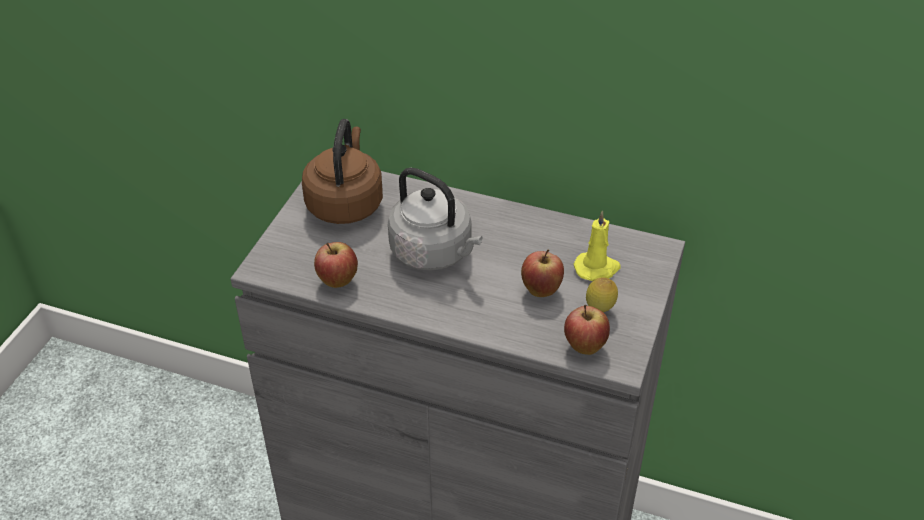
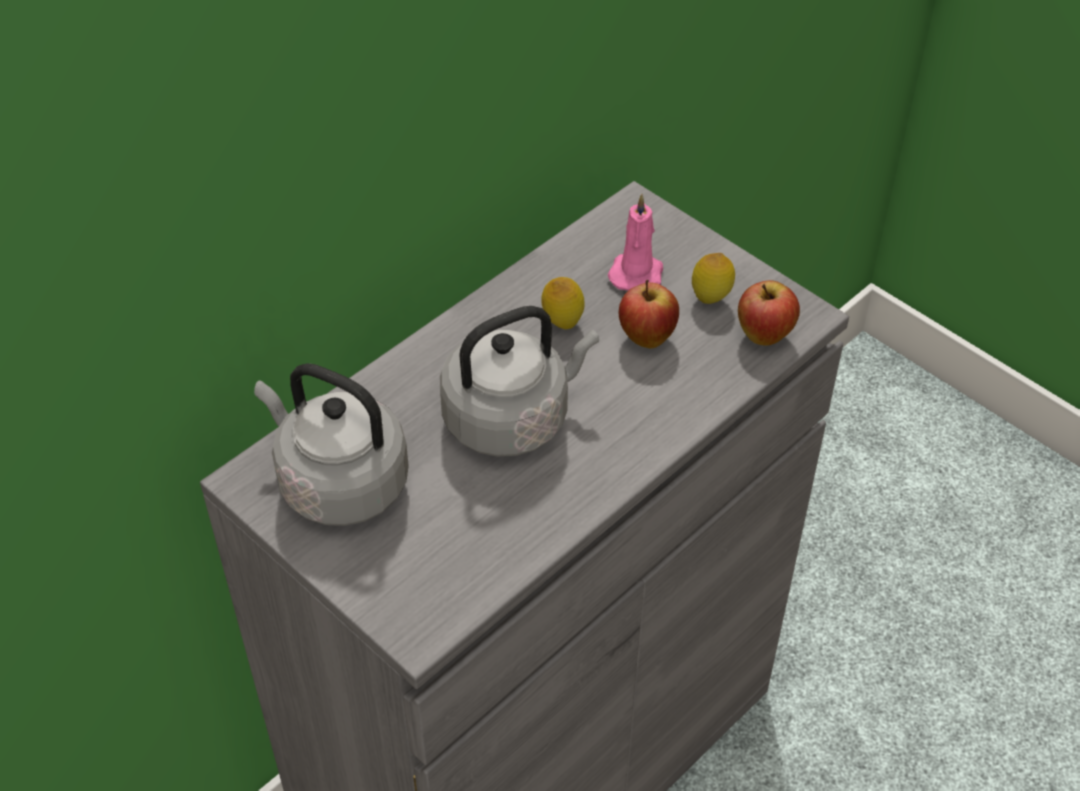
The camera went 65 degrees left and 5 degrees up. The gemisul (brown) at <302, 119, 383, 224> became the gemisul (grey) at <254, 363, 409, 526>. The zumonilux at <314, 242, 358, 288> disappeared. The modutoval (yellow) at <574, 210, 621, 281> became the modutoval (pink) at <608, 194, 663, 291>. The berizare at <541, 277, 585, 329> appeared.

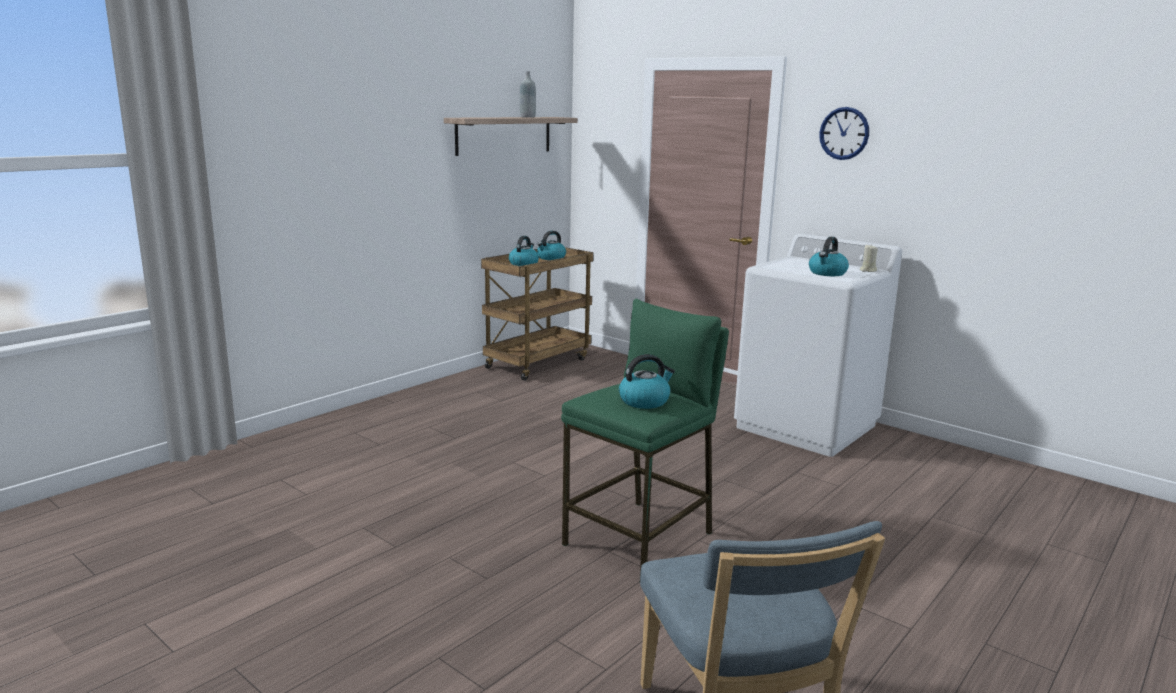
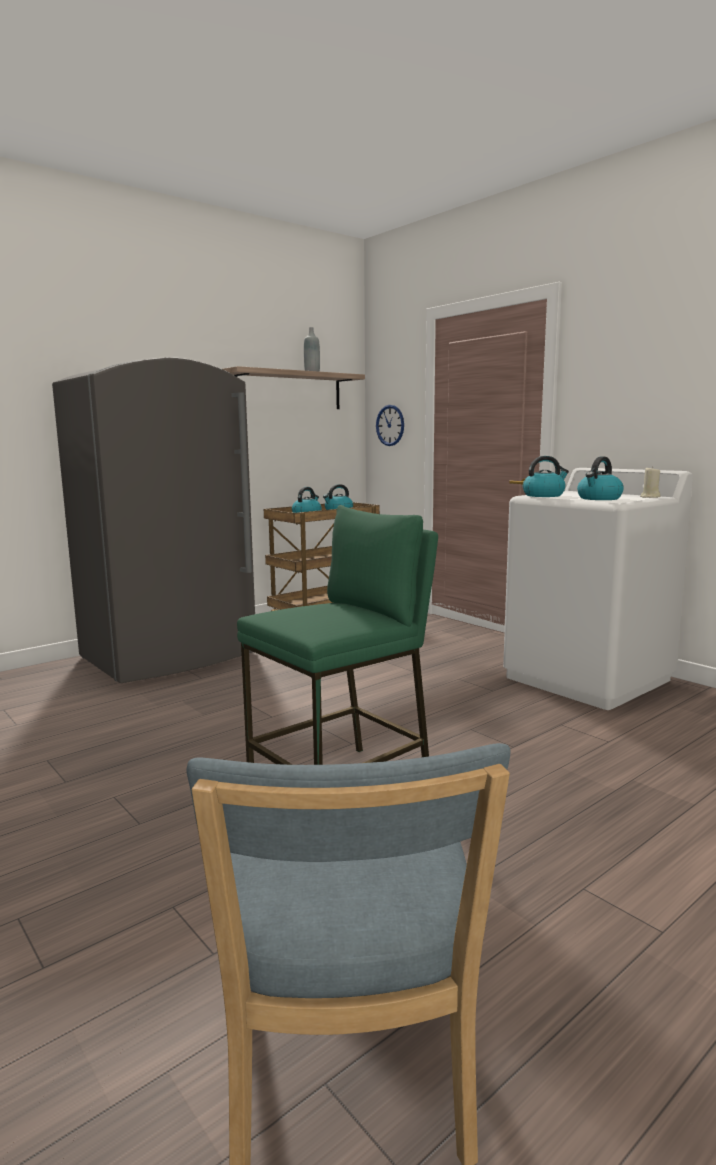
The camera went 10 degrees right and 5 degrees down. The gemisul moved from <619, 354, 675, 409> to <523, 456, 569, 497>. The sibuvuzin moved from <819, 107, 869, 160> to <376, 405, 404, 446>. The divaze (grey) at <52, 357, 255, 683> appeared.

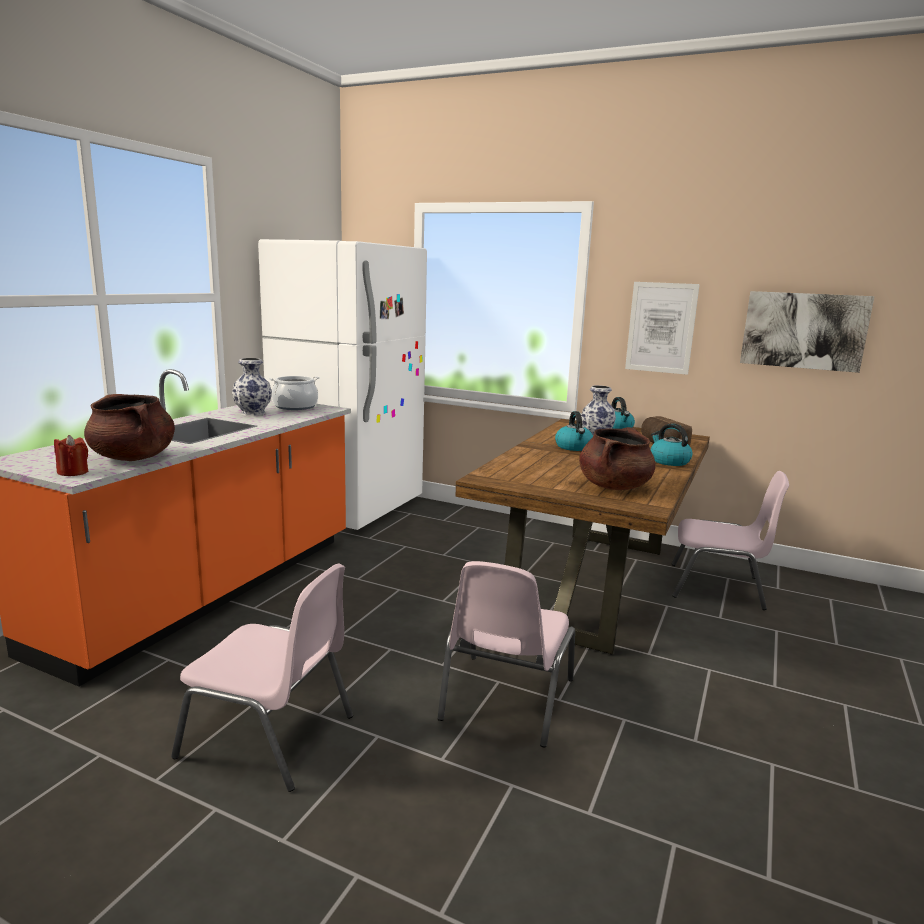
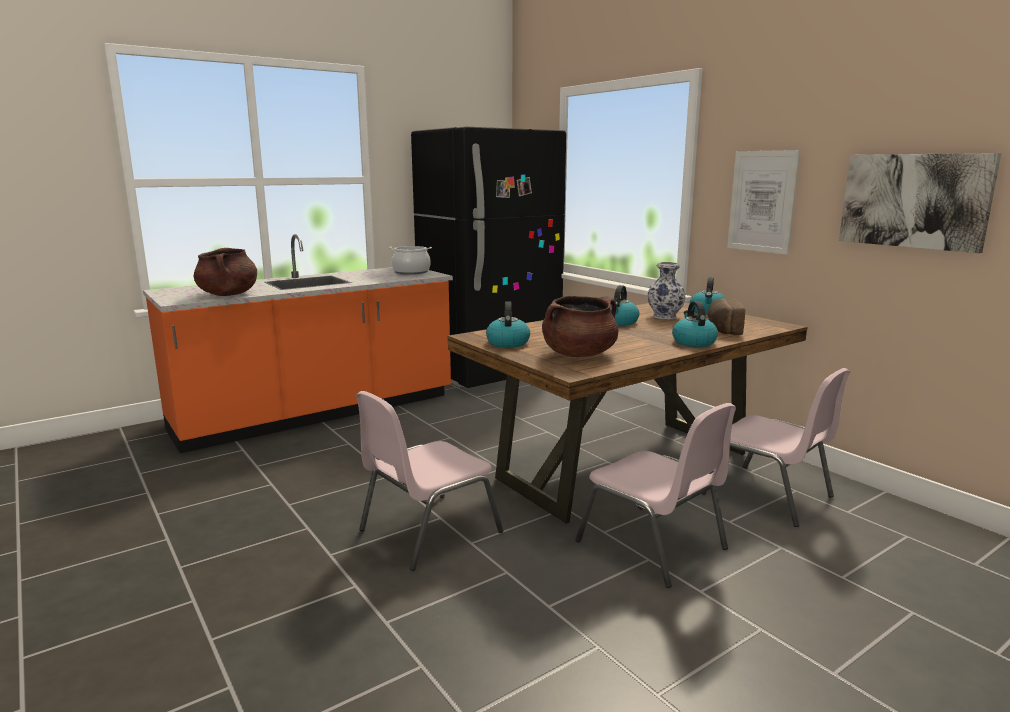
The camera went 30 degrees right and 0 degrees up. The modutoval (red) at <54, 435, 88, 476> disappeared. The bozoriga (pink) moved from <171, 564, 353, 792> to <576, 403, 736, 588>. The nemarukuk at <232, 358, 272, 416> disappeared. The divaze (white) at <258, 239, 427, 530> became the divaze (black) at <411, 127, 566, 388>. The gemisul at <486, 302, 530, 348> appeared.

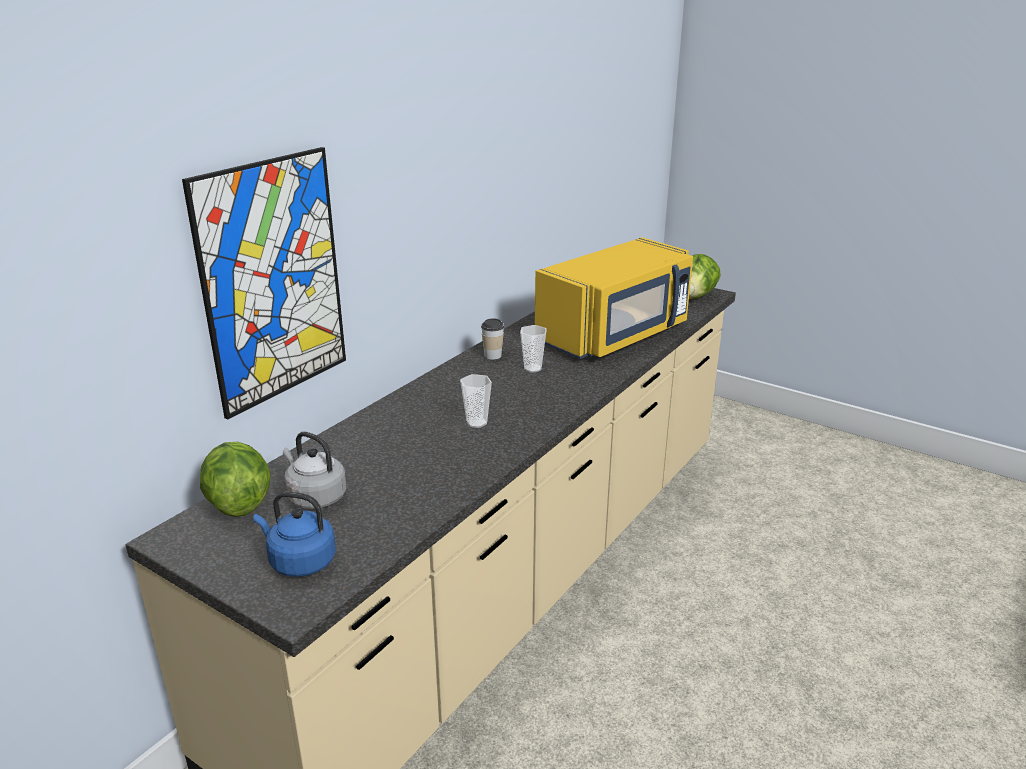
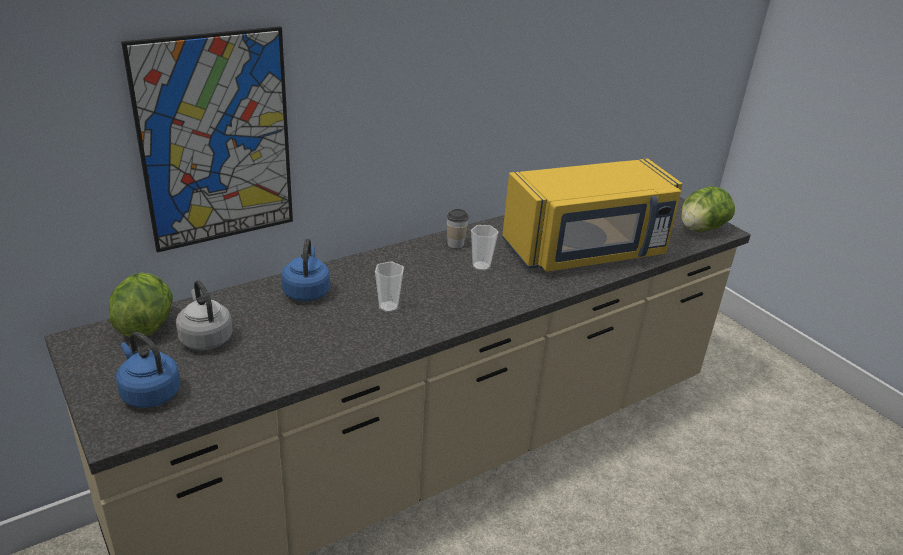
The camera went 20 degrees right and 5 degrees up. The gemisul (blue) at <281, 238, 330, 301> appeared.

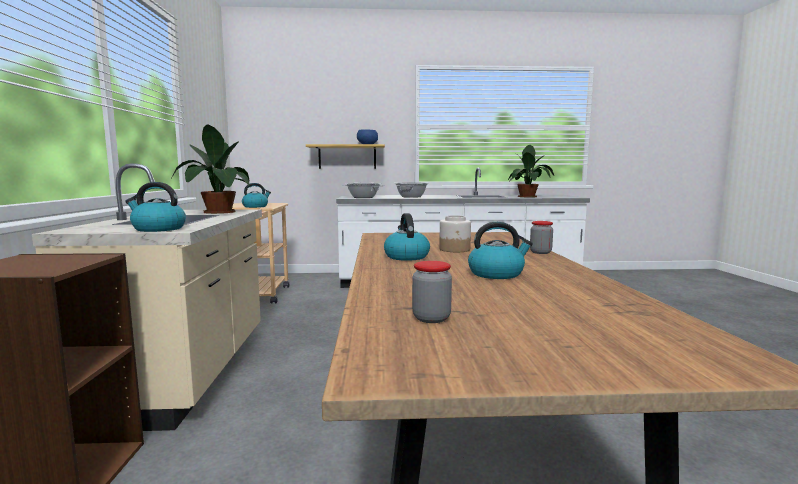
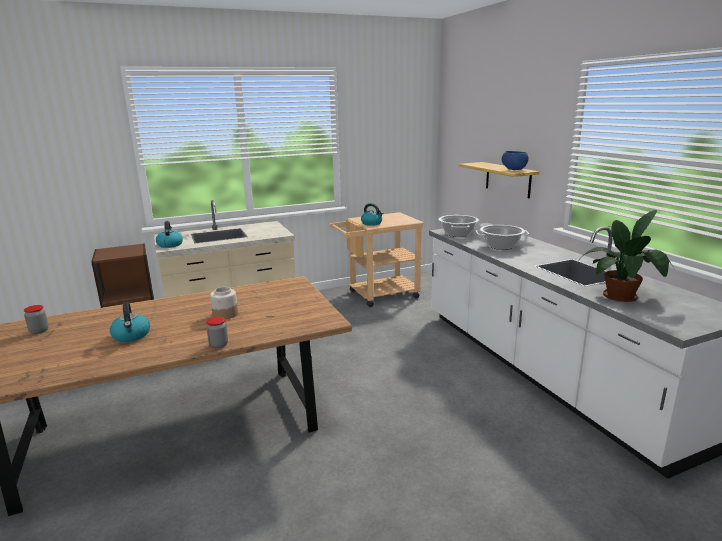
The camera went 70 degrees right and 10 degrees up. The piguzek at <171, 125, 251, 214> disappeared. The gemisul at <384, 213, 430, 261> disappeared.

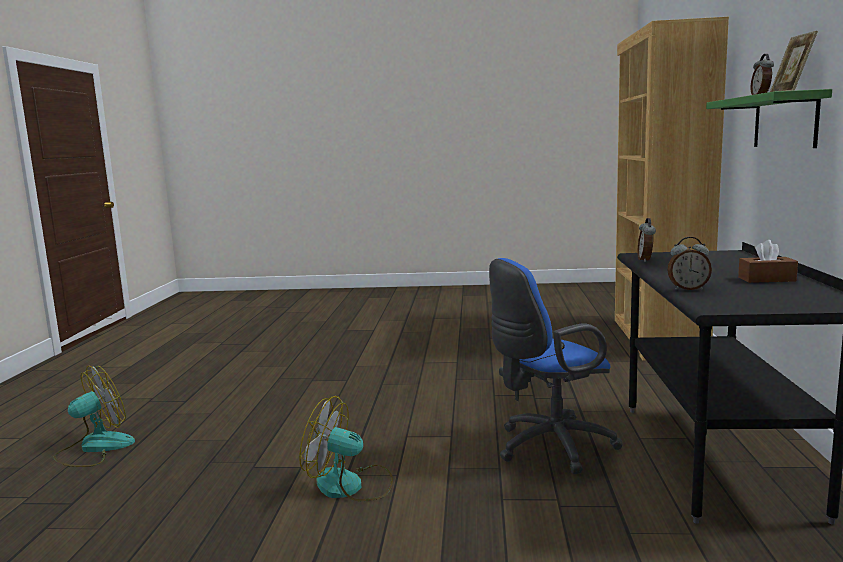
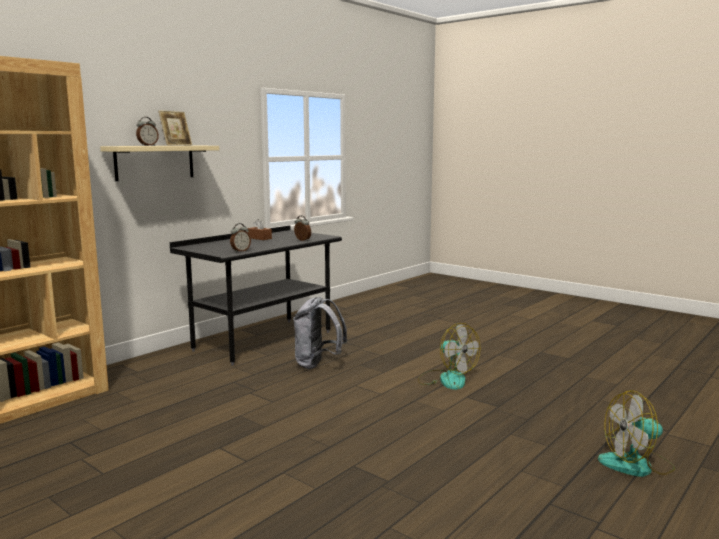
The camera went 145 degrees left and 0 degrees up. The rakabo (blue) at <489, 258, 623, 474> was replaced by the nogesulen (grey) at <293, 297, 348, 369>. The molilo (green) at <706, 89, 832, 148> became the molilo (beige) at <100, 146, 219, 181>.

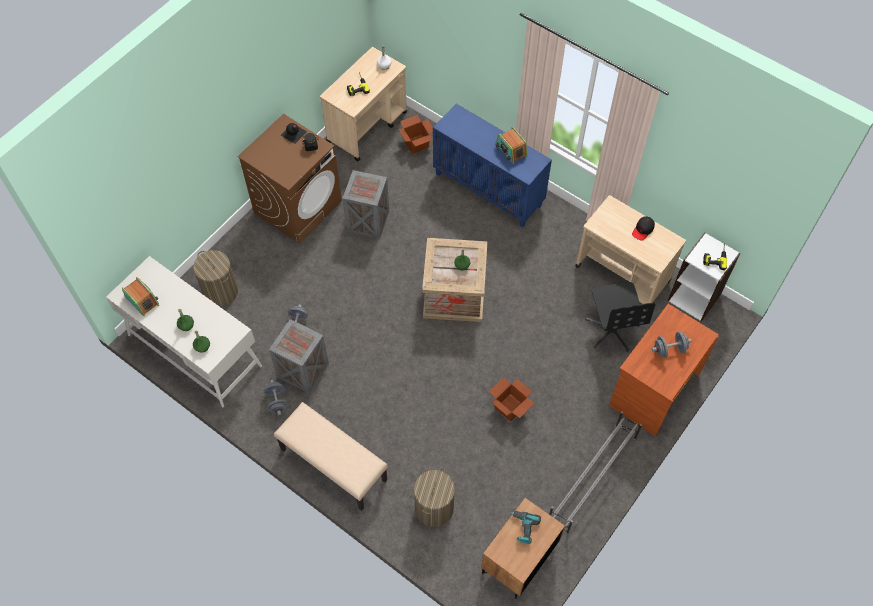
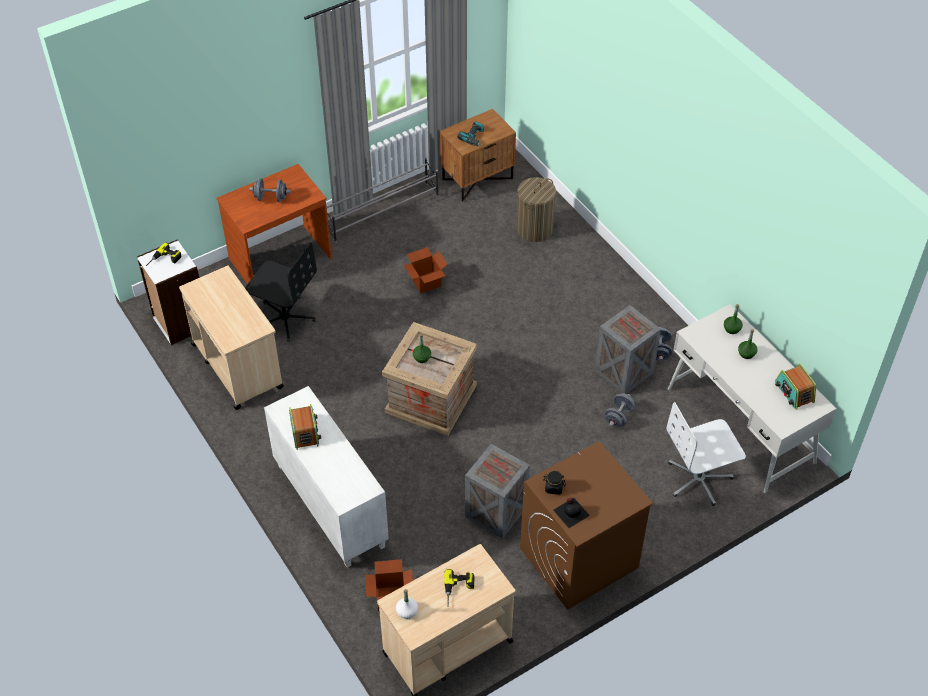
The camera went 160 degrees left and 10 degrees down. The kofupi at <193, 250, 238, 307> was replaced by the rakabo (white) at <667, 402, 746, 506>. The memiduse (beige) at <274, 402, 388, 511> disappeared. The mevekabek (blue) at <433, 104, 552, 227> became the mevekabek (white) at <264, 386, 389, 568>. The rakabo (black) at <585, 282, 655, 352> turned 105 degrees clockwise. The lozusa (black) at <632, 216, 655, 241> disappeared.

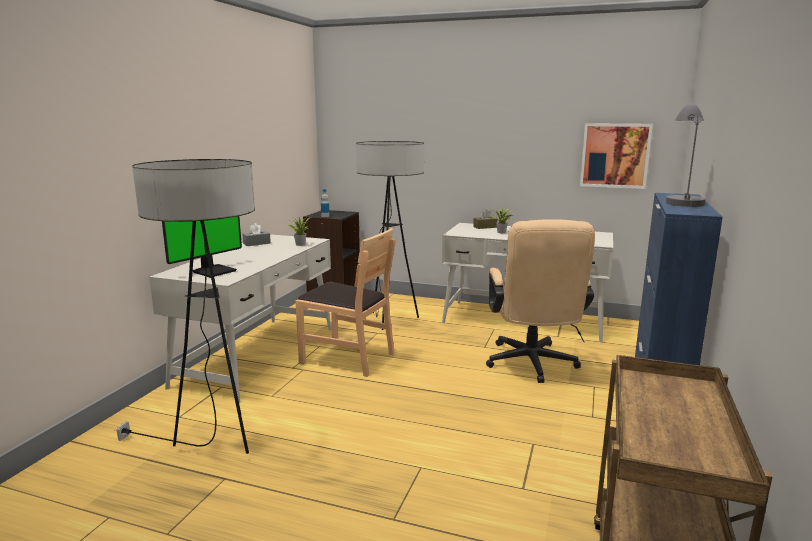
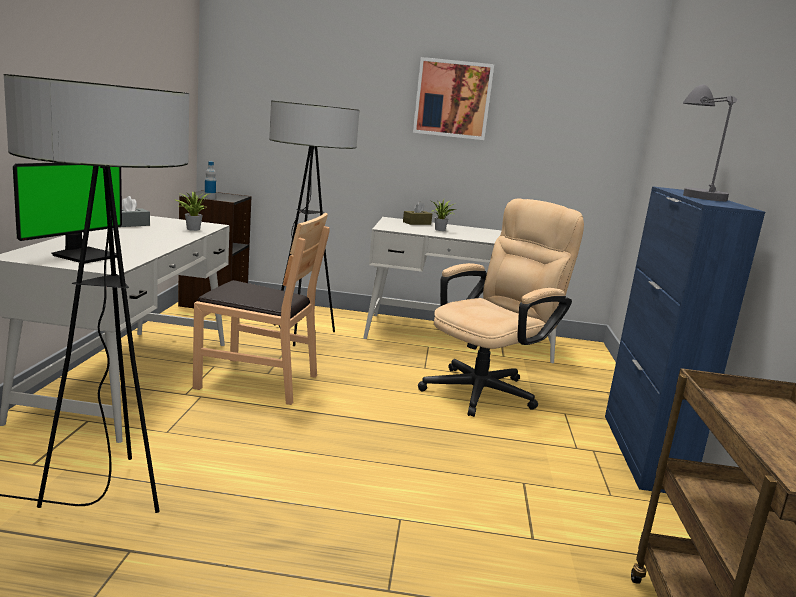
The camera went 15 degrees left and 0 degrees up. The rakabo (beige) at <486, 219, 595, 383> turned 120 degrees counterclockwise. The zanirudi moved from <580, 123, 653, 189> to <413, 57, 494, 140>.

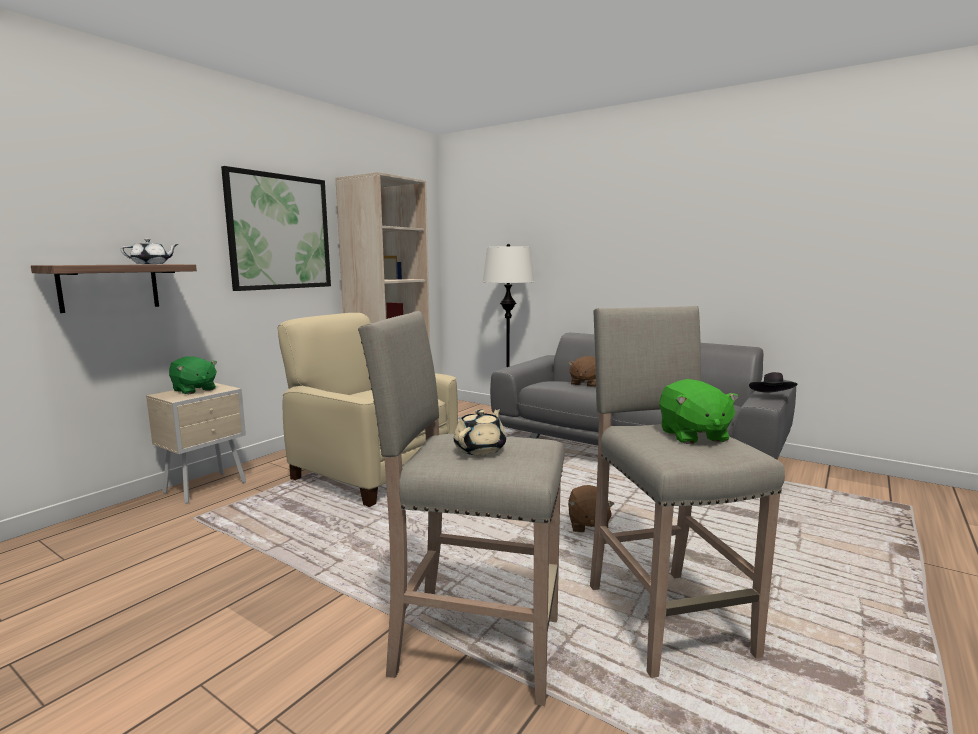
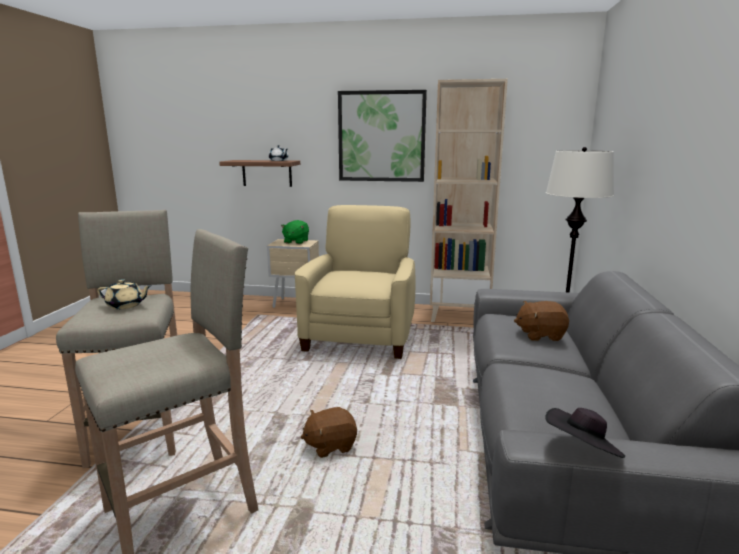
The camera went 65 degrees right and 5 degrees up. The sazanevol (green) at <659, 379, 739, 444> disappeared.

